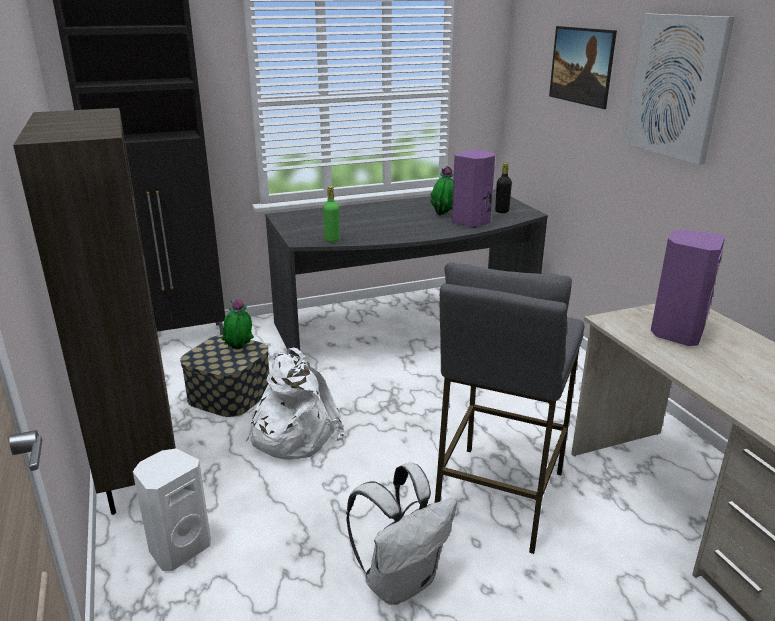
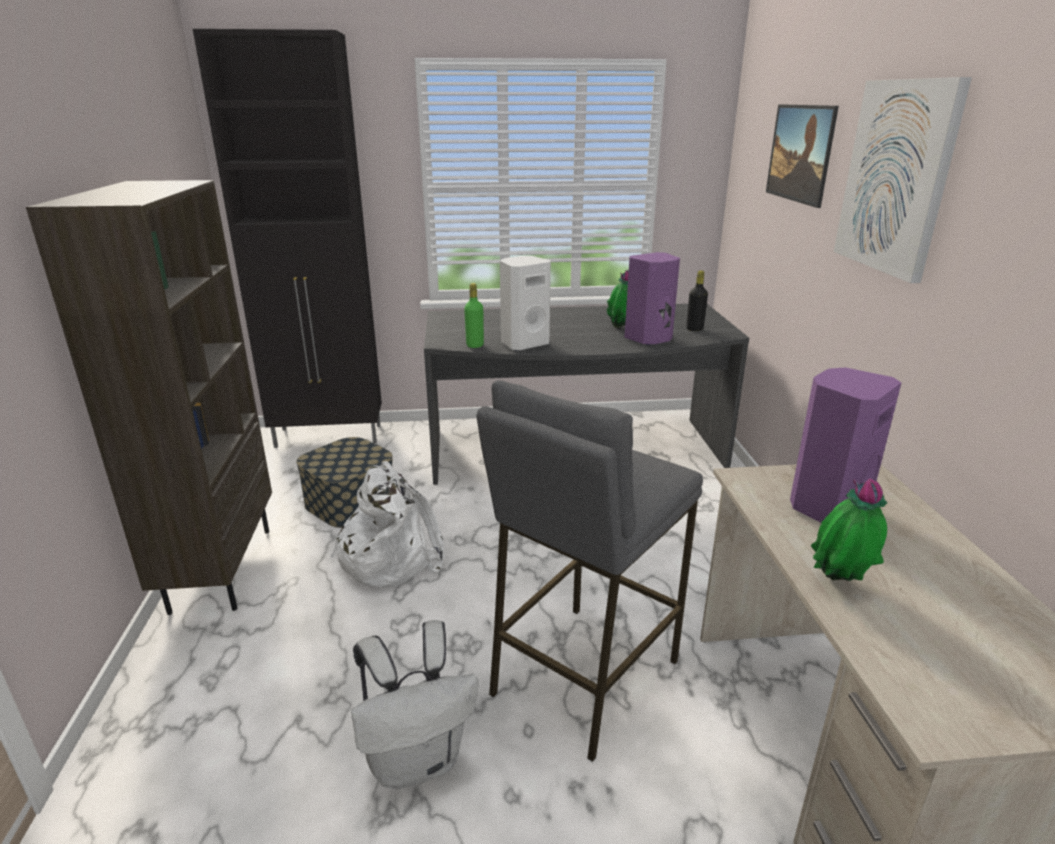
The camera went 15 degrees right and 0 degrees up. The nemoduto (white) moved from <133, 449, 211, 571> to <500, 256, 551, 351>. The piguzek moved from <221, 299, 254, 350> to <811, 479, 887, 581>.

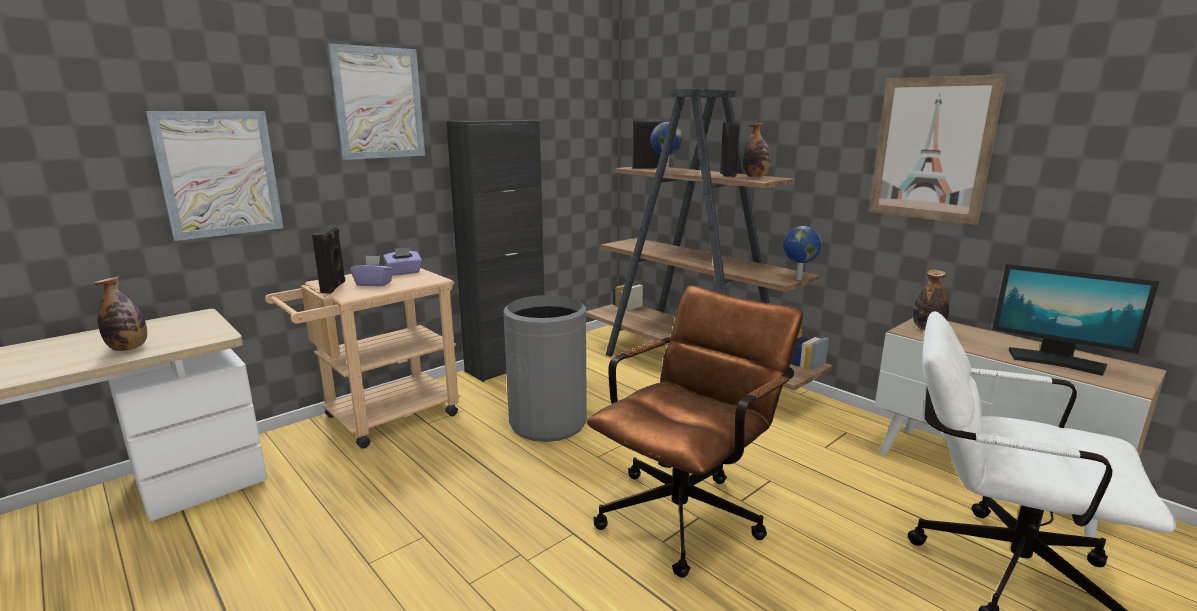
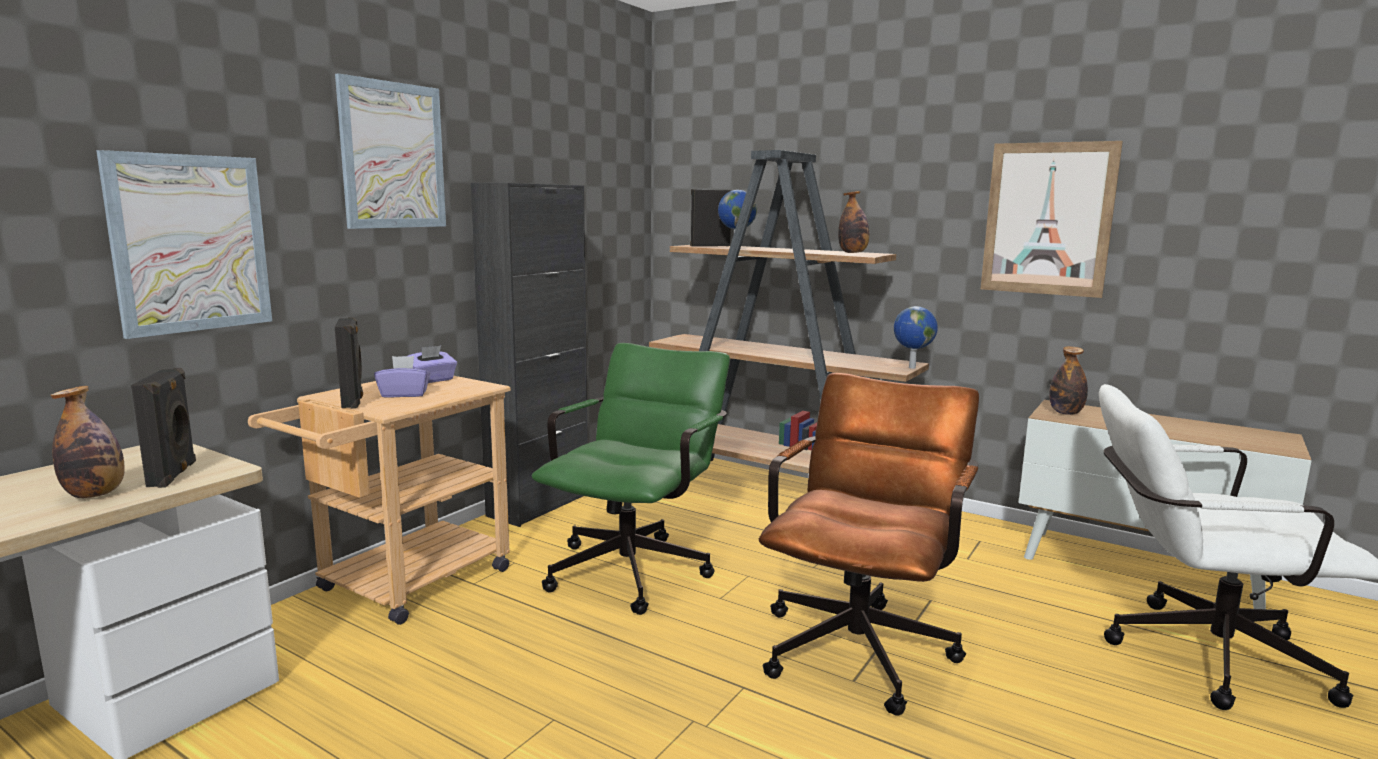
The camera went 15 degrees left and 5 degrees down. The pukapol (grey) at <503, 295, 587, 442> was replaced by the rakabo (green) at <532, 343, 730, 615>. The nemoduto (black) moved from <720, 122, 740, 177> to <131, 368, 196, 488>. The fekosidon at <992, 264, 1159, 376> disappeared.

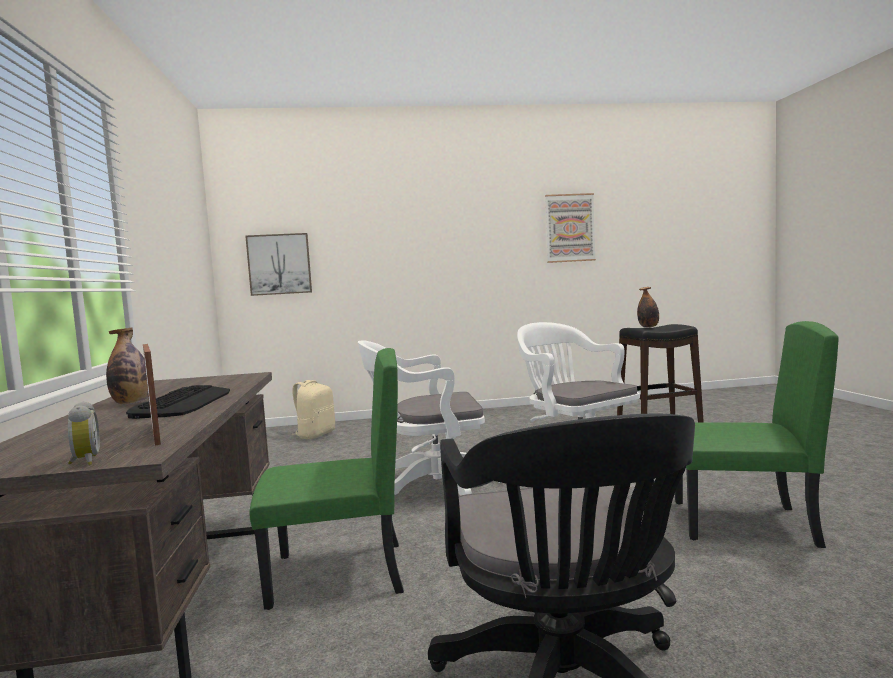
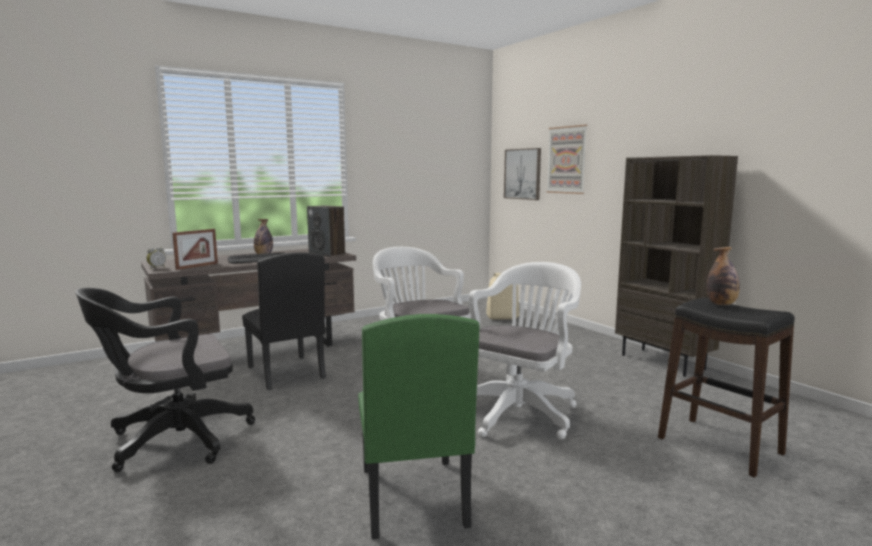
The camera went 65 degrees right and 5 degrees up. The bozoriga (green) at <250, 348, 404, 610> became the bozoriga (black) at <242, 252, 326, 390>. The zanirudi moved from <545, 193, 596, 263> to <546, 125, 587, 194>. The nemoduto at <307, 205, 345, 257> appeared. The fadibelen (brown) at <615, 155, 738, 377> appeared.

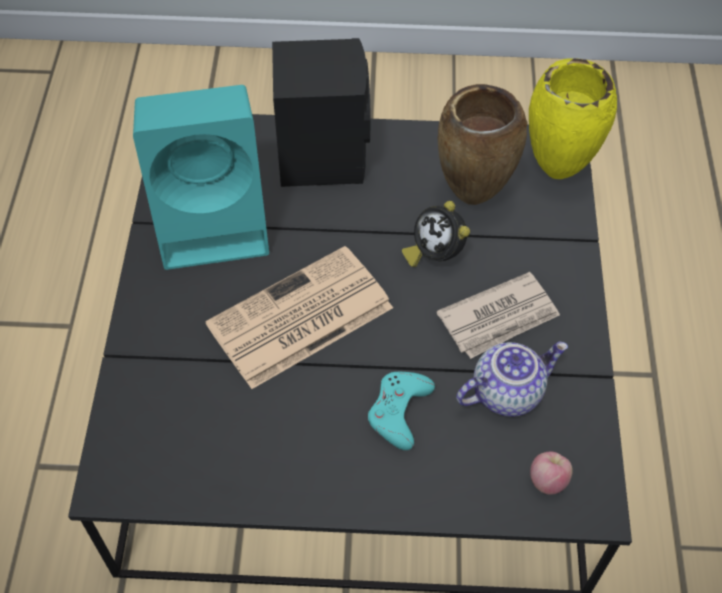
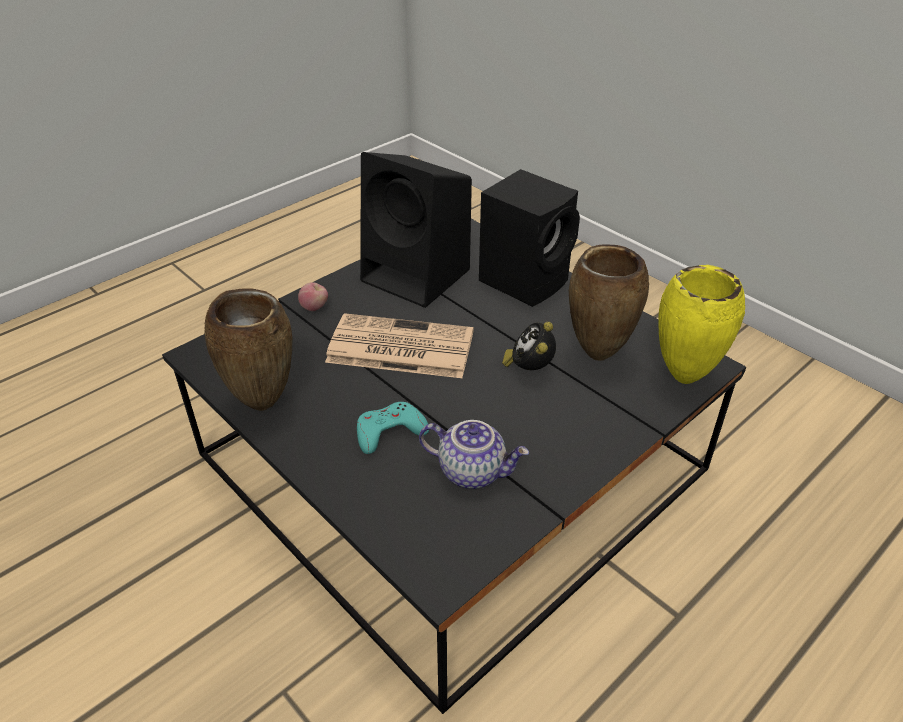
The camera went 45 degrees right and 15 degrees down. The nemoduto (turquoise) at <133, 85, 269, 270> became the nemoduto (black) at <360, 152, 472, 308>. The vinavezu at <437, 272, 560, 359> disappeared. The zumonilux moved from <530, 452, 573, 495> to <298, 282, 328, 311>. The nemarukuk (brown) at <204, 289, 292, 411> appeared.

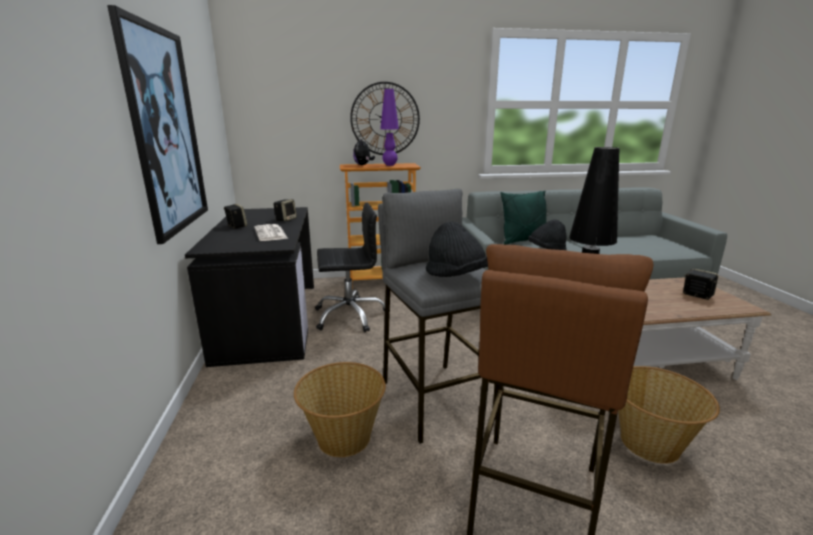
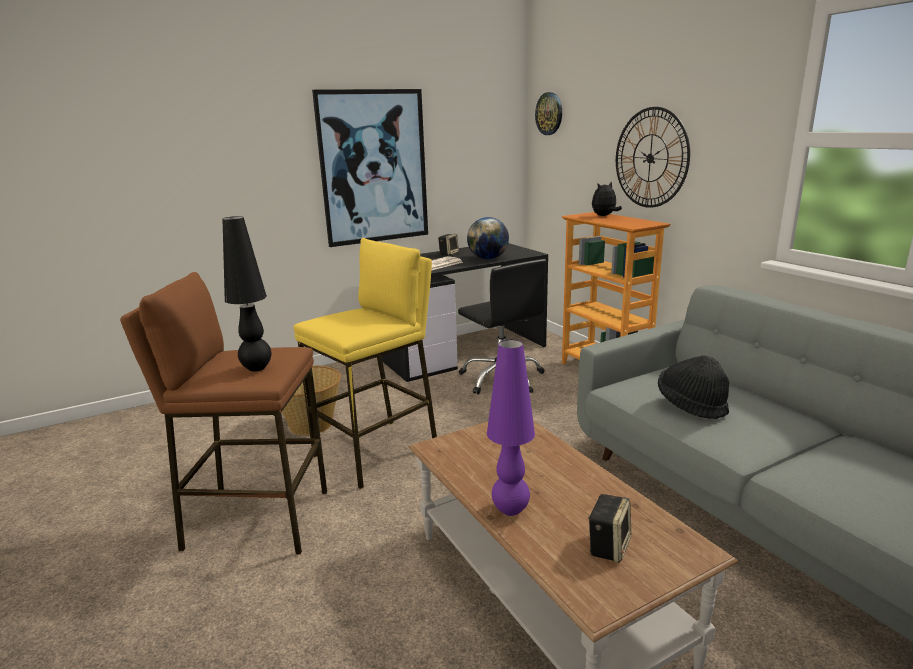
The camera went 70 degrees right and 0 degrees up. The nemoduto at <273, 199, 297, 221> was replaced by the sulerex at <467, 217, 509, 260>. The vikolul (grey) at <378, 189, 499, 444> became the vikolul (yellow) at <294, 238, 437, 489>. The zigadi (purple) moved from <380, 89, 399, 166> to <487, 339, 535, 516>. The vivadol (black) at <426, 222, 488, 277> disappeared. The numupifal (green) at <500, 190, 547, 245> disappeared. The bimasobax at <618, 366, 720, 464> disappeared. The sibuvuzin at <535, 92, 562, 135> appeared.

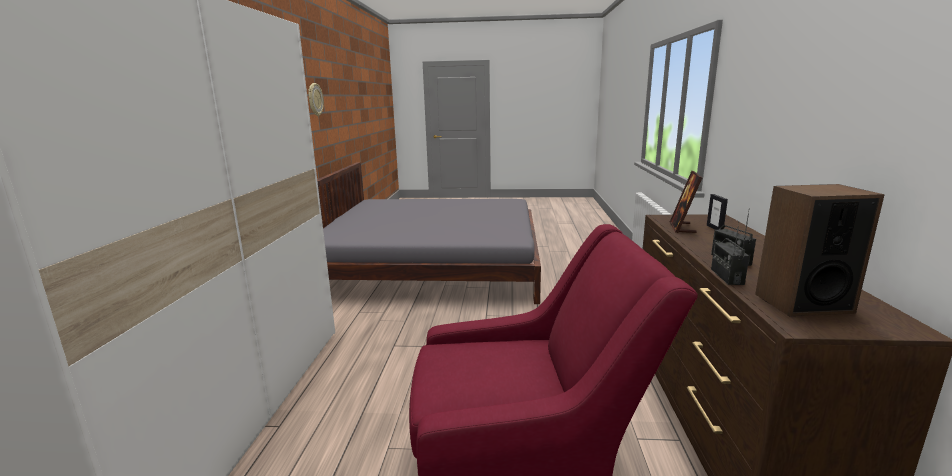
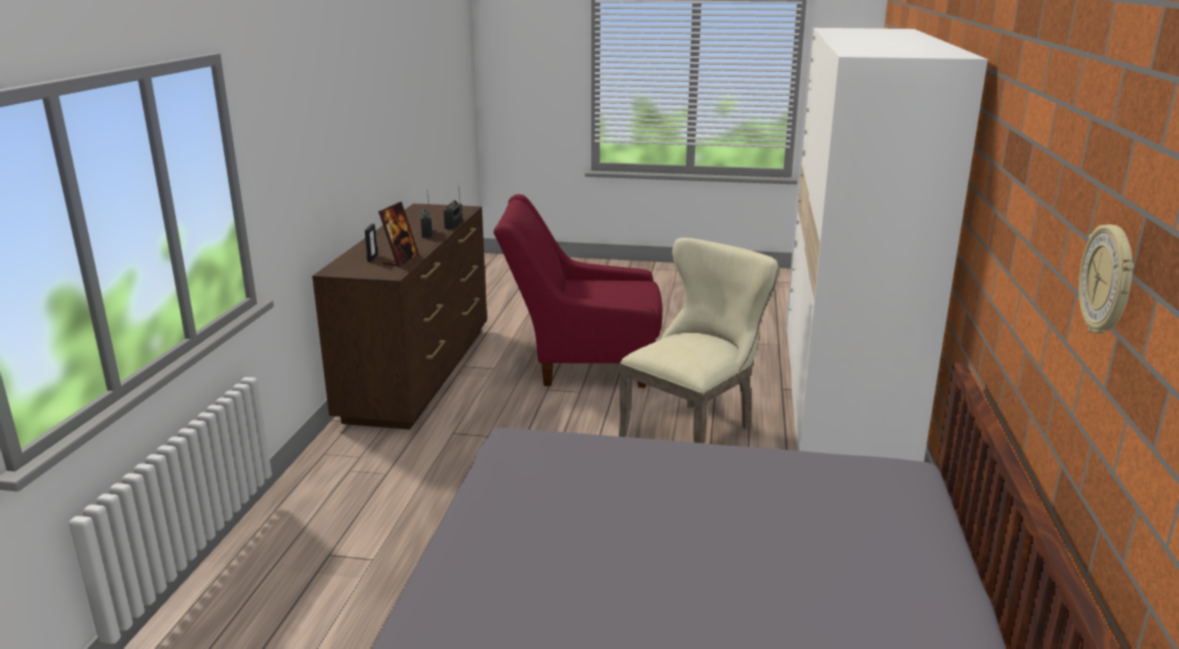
The camera went 175 degrees left and 5 degrees up. The nemoduto at <755, 184, 885, 316> disappeared. The bozoriga (beige) at <619, 238, 779, 443> appeared.

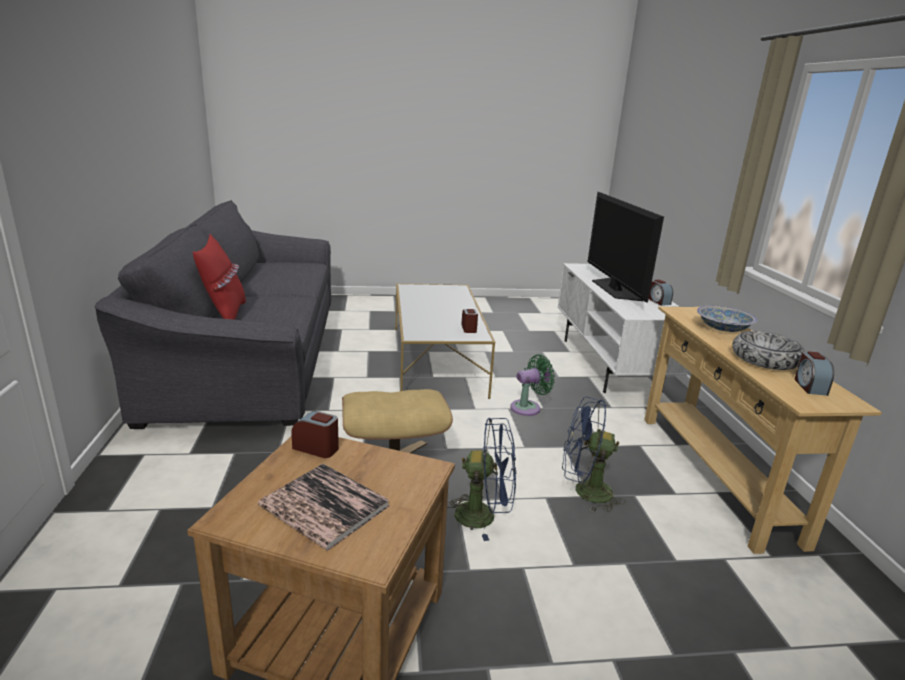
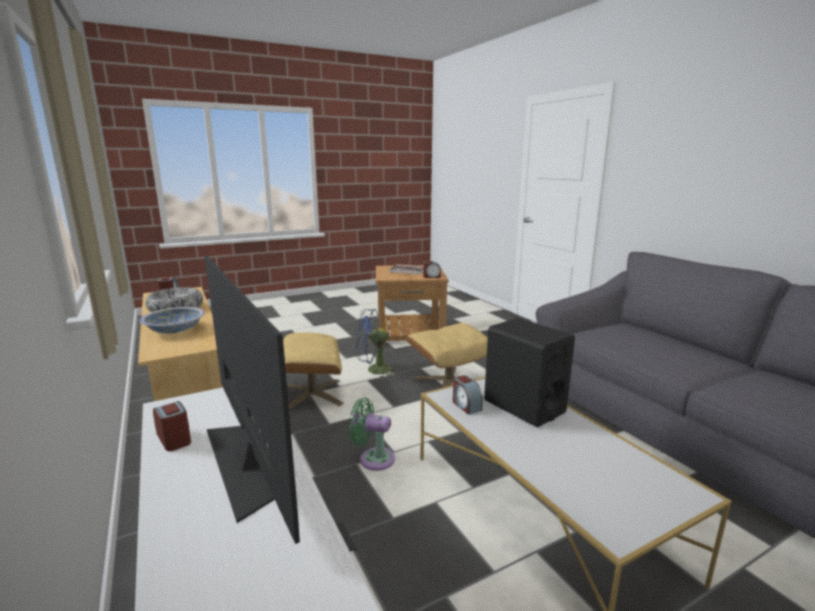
The camera went 160 degrees right and 5 degrees down. The numupifal (red) at <193, 234, 246, 320> disappeared. The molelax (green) at <510, 354, 555, 416> turned 60 degrees clockwise. The molelax (blue) at <562, 397, 626, 512> was replaced by the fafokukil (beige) at <283, 332, 344, 410>. The nemoduto (black) at <484, 318, 575, 427> appeared.

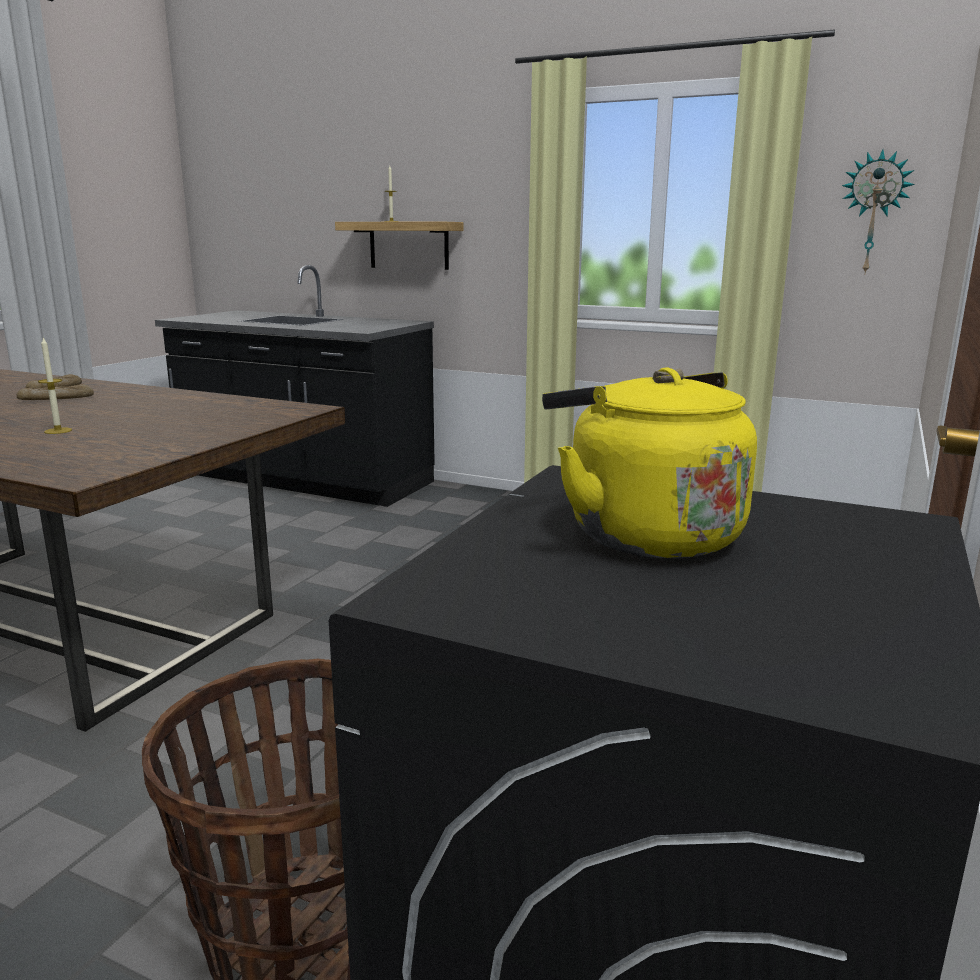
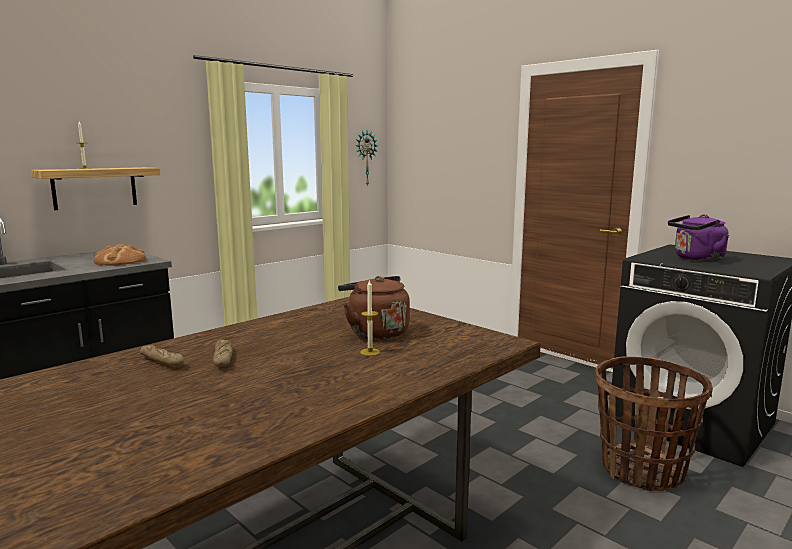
The camera went 70 degrees left and 5 degrees down. The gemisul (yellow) at <542, 368, 757, 558> became the gemisul (purple) at <668, 214, 729, 261>. The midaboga at <94, 243, 146, 266> appeared. The gemisul (brown) at <338, 276, 409, 339> appeared.

